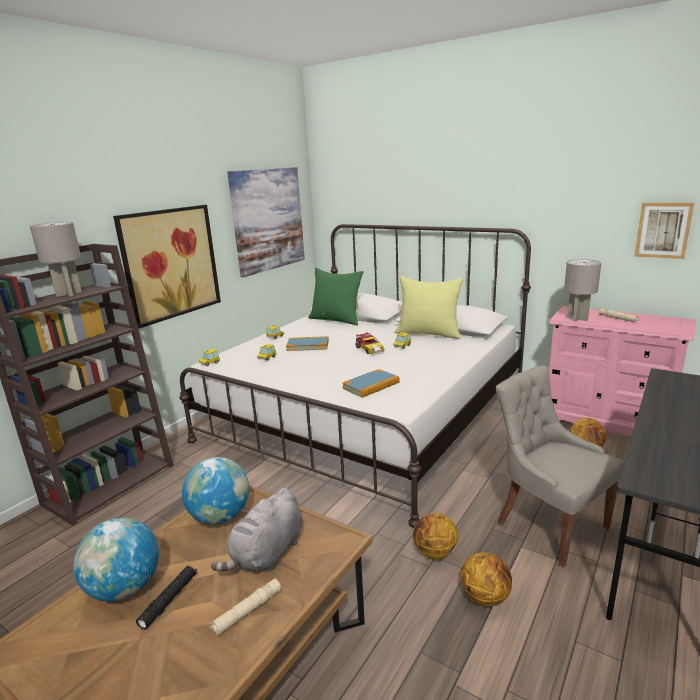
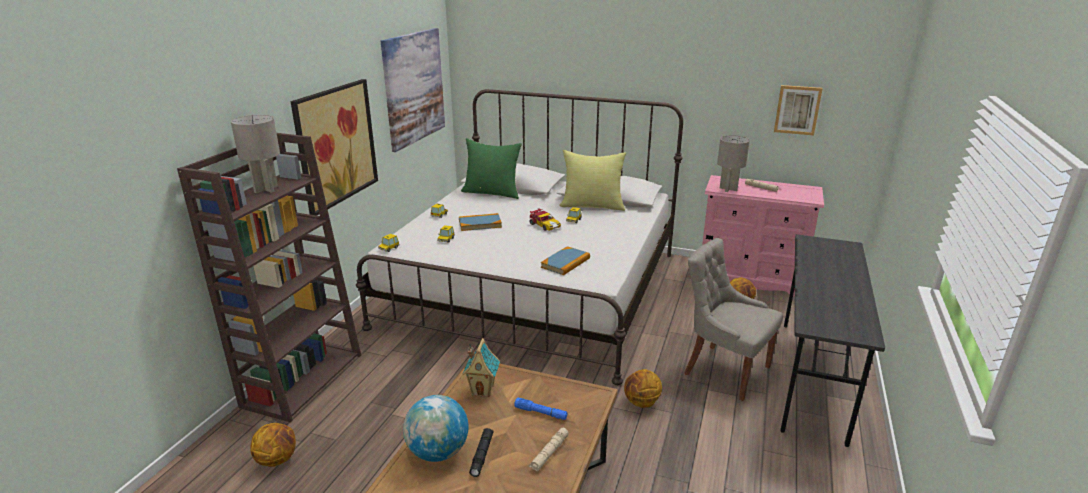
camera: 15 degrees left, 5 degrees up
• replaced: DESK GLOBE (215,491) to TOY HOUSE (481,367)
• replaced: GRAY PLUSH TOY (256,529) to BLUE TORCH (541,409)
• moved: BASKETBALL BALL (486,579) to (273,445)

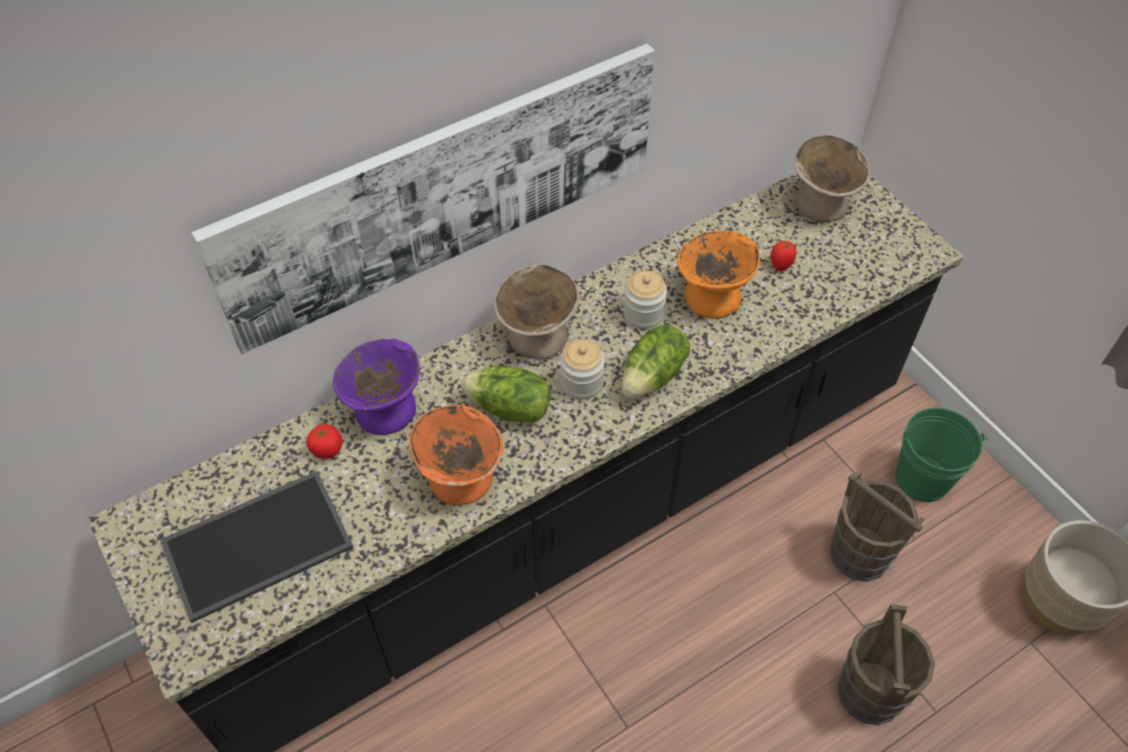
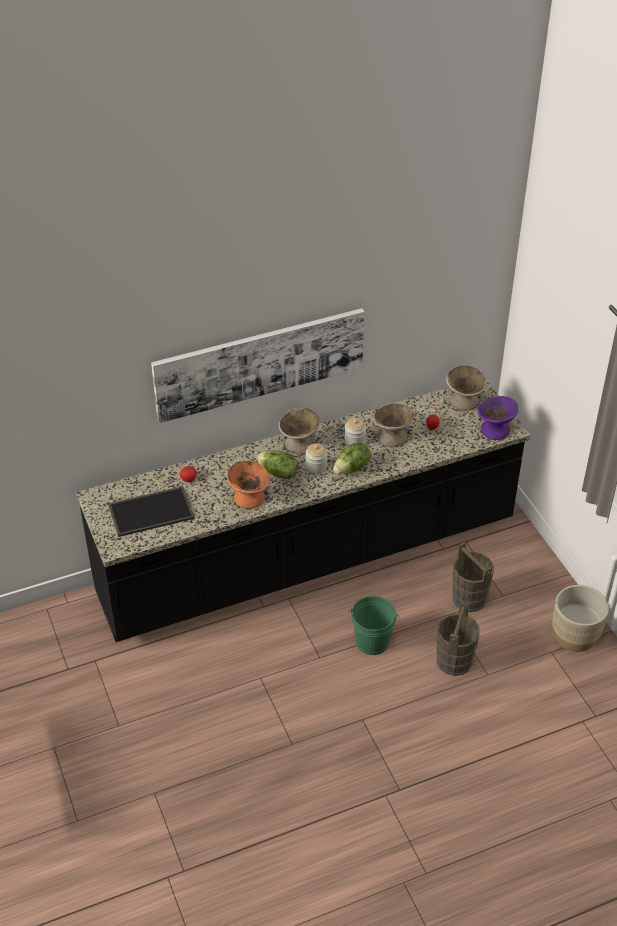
camera: 10 degrees right, 10 degrees down
• recoloured: ORANGE DEEP DISH (718,274) to SAND-COLOURED DEEP DISH (393,425)
• moved: PURPLE-COLOURED DEEP DISH (376,387) to (498,418)
• moved: GREEN PAIL (941,454) to (373,625)

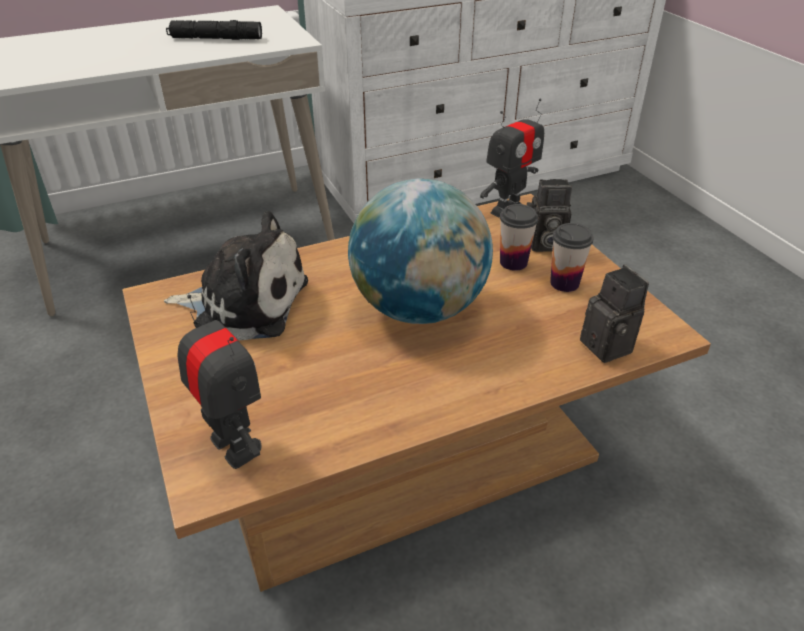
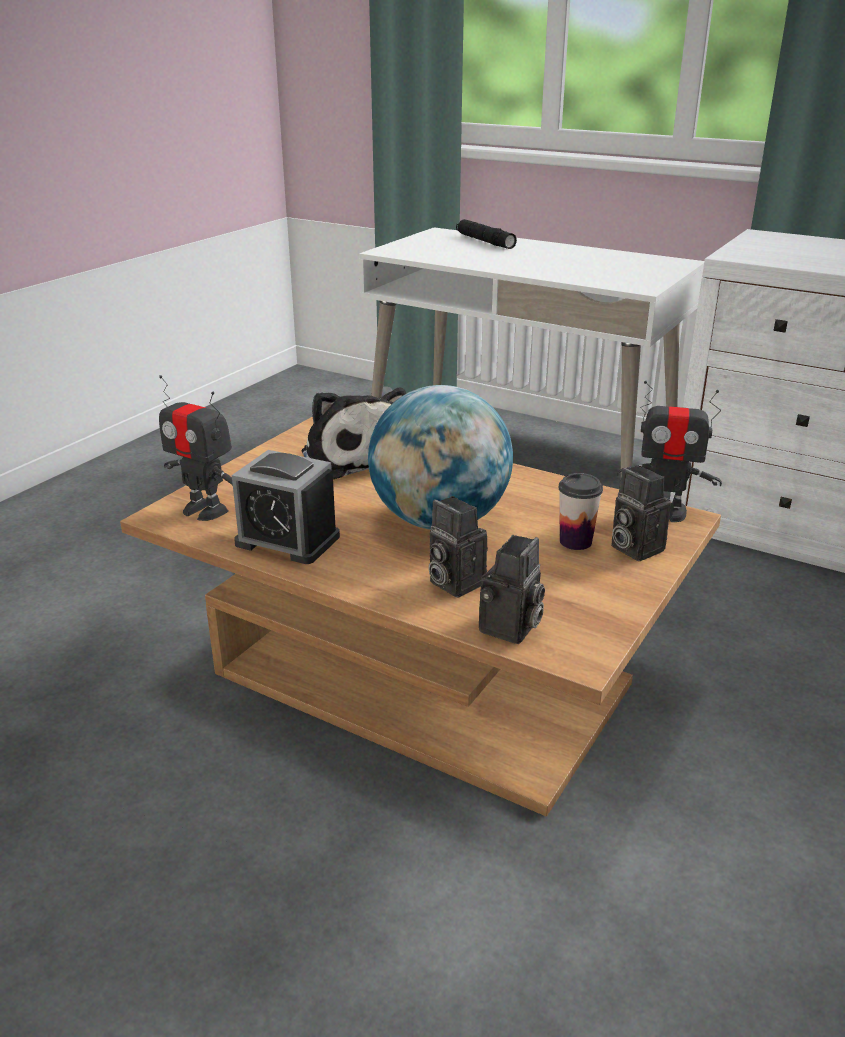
camera: 55 degrees right, 10 degrees down
• moved: BLACKISH TORCH (214,30) to (486,234)
• removed: DRINKING CUP (572,257)
• turned: MODEL ROBOT (219,381) = (196,448) 105 degrees clockwise
• added: ALARM CLOCK (286,507)
• added: STILL CAMERA (458,547)

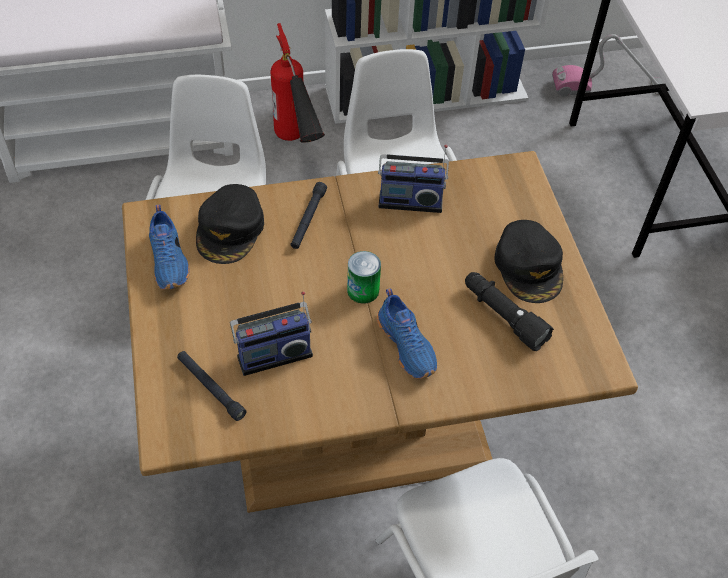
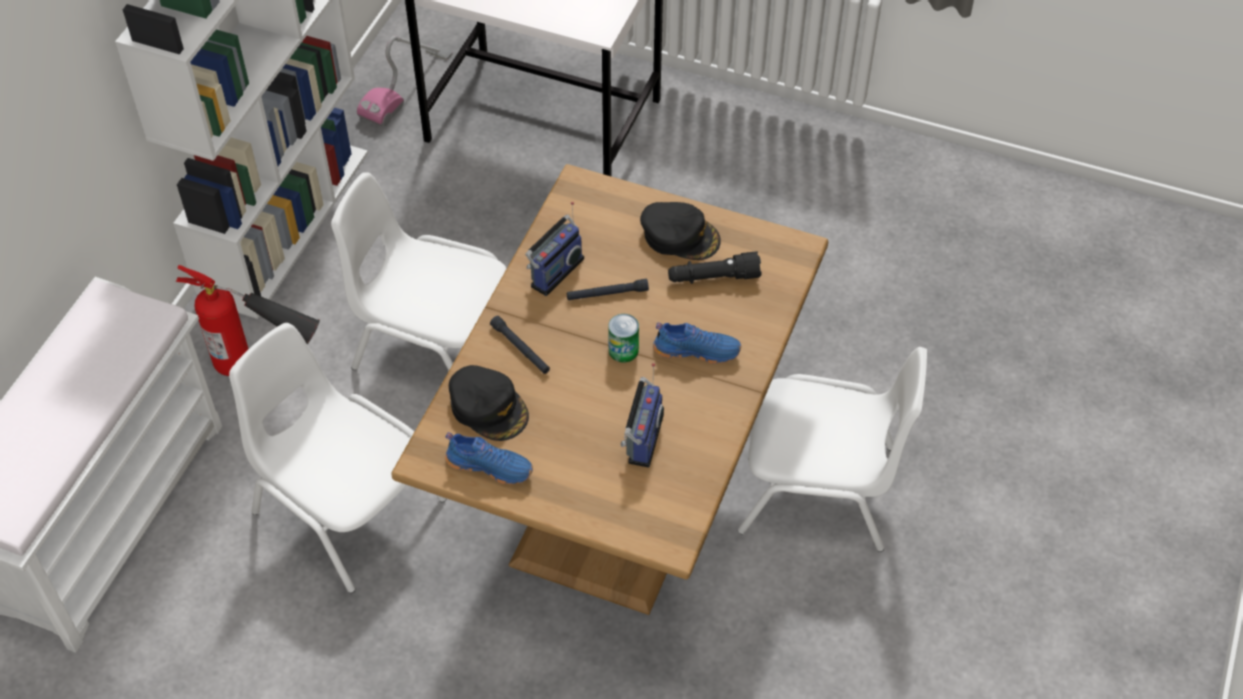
camera: 55 degrees left, 0 degrees up
• moved: BLACKISH TORCH (212,386) to (608,289)

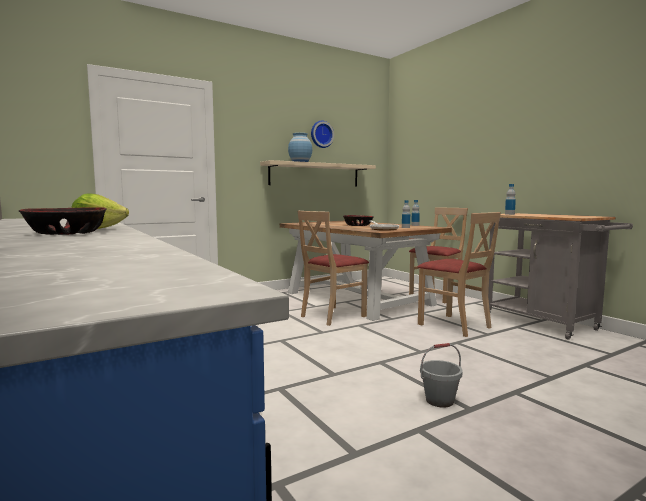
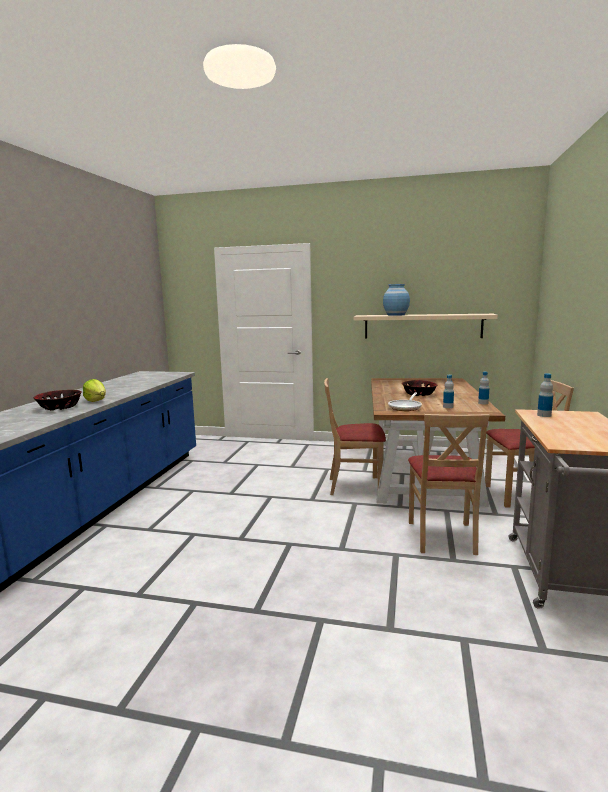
camera: 45 degrees right, 5 degrees up
• removed: CLOCK ON THE WALL (322,134)
• removed: GRAY PAIL (441,375)

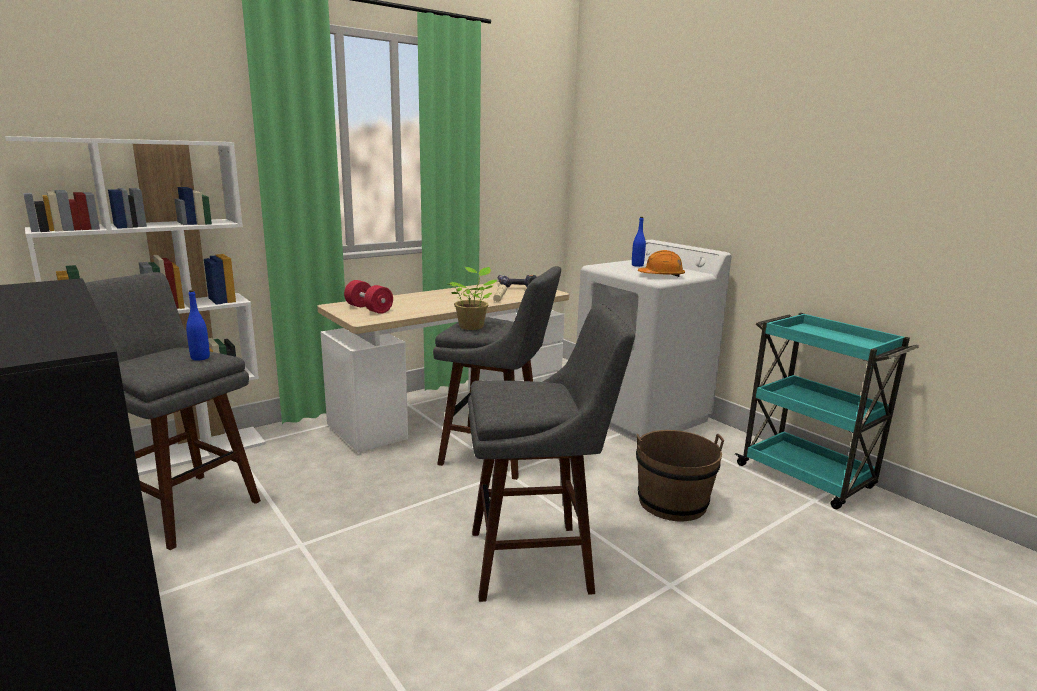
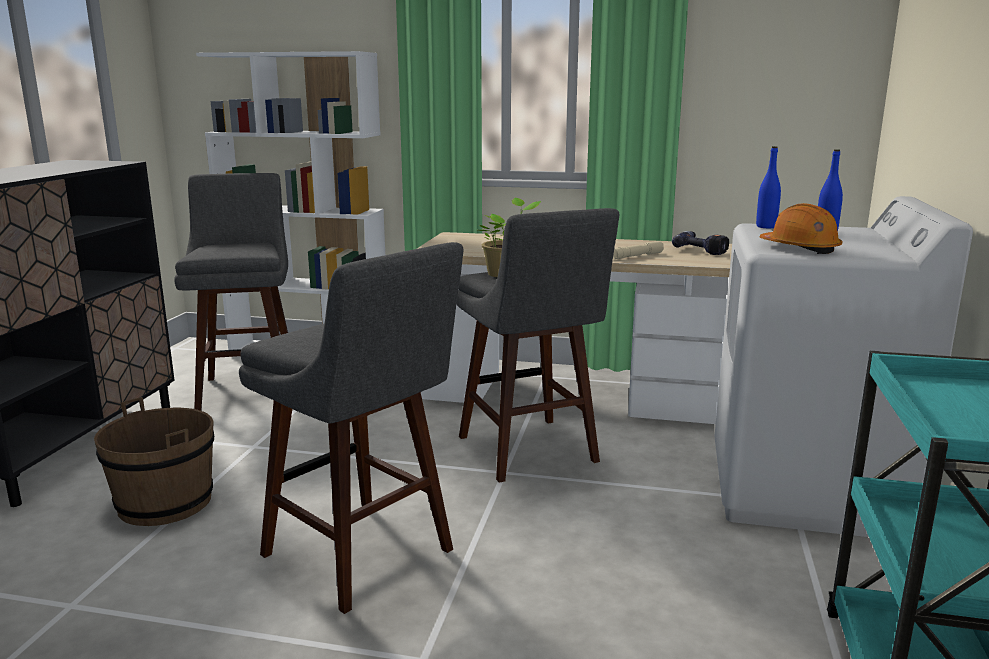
camera: 50 degrees right, 0 degrees up
• removed: RED-COLOURED DUMBBELL (368,297)
• moved: BLUE DRINK BOTTLE (198,325) to (768,187)
• moved: BROWNISH PAIL (680,475) to (154,461)

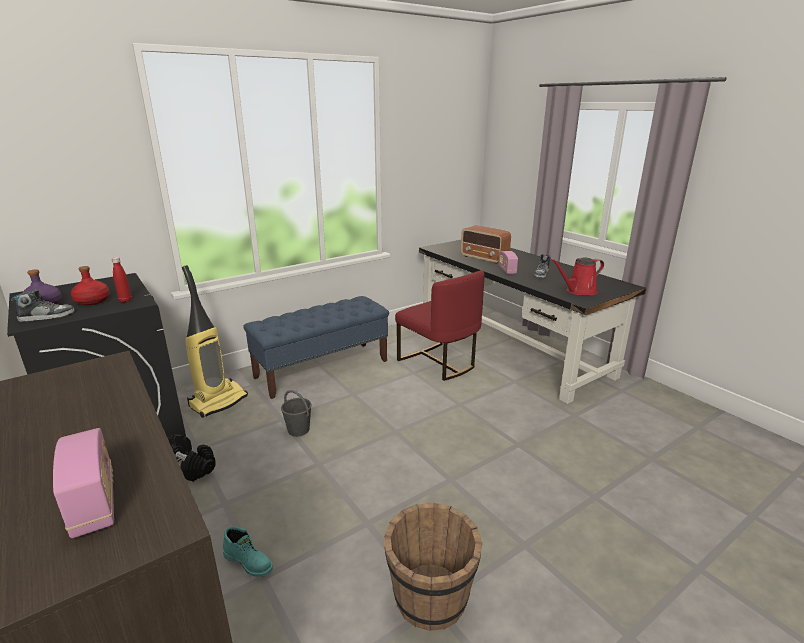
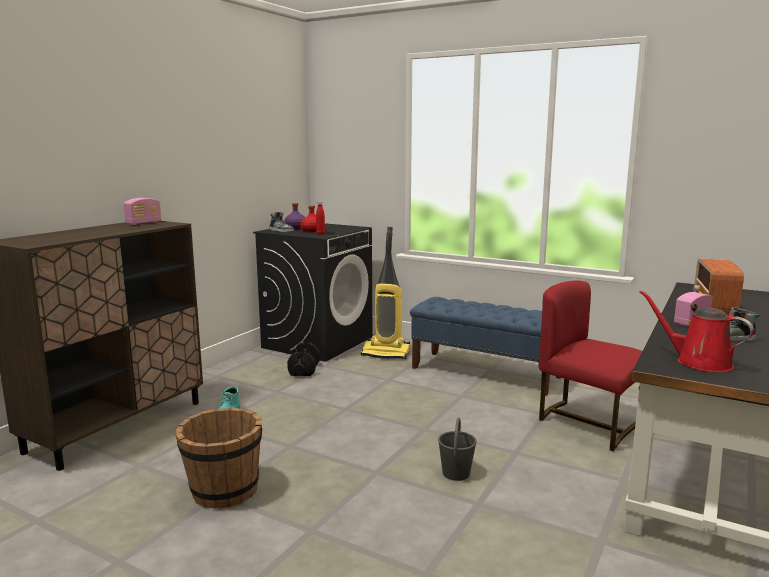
camera: 65 degrees right, 10 degrees down
• turned: RED-COLOURED PLAIN CHAIR (439,325) = (590,365) 105 degrees clockwise
• moved: GRAY PAIL (296,413) to (457,449)
• moved: RADIO SET (83,483) to (142,211)

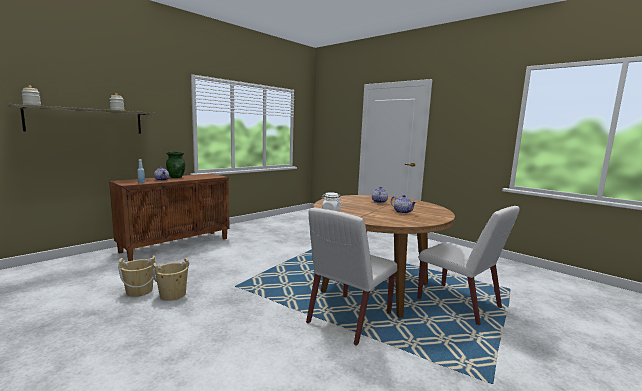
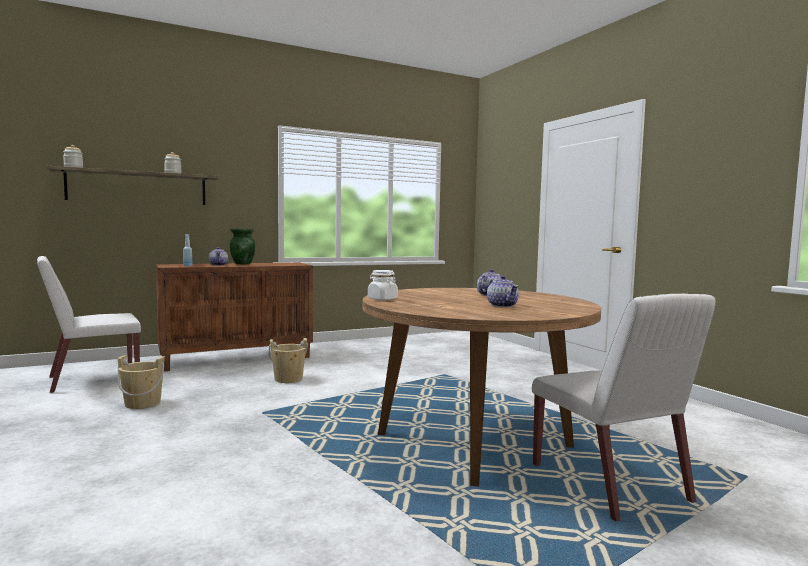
camera: 20 degrees right, 5 degrees down
• moved: WHITE-COLOURED PLAIN CHAIR (351,276) to (89,324)
• moved: SAND-COLOURED PAIL (171,279) to (288,360)

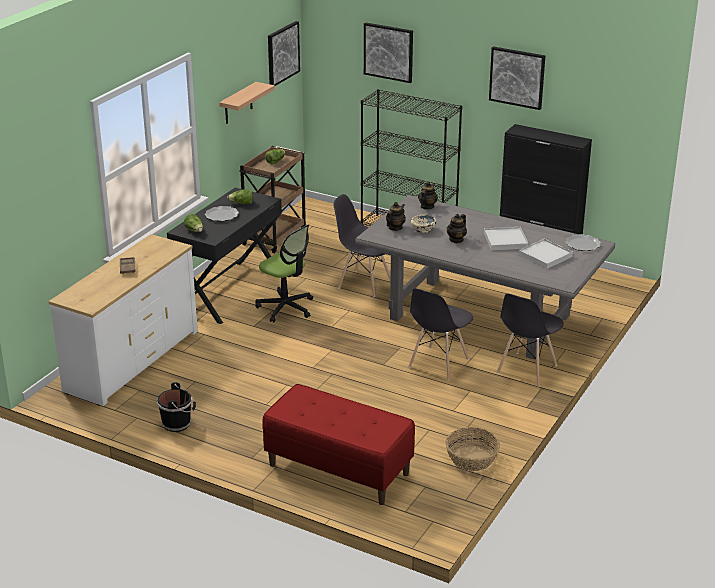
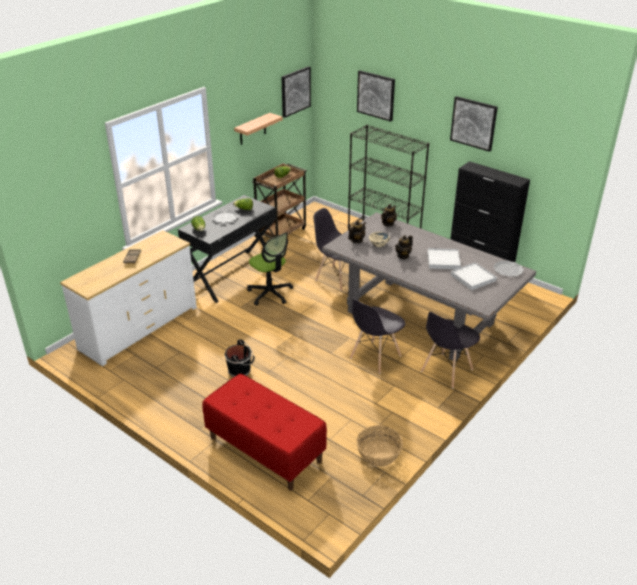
camera: 10 degrees right, 5 degrees up
• moved: BLACKISH PAIL (176,407) to (240,358)

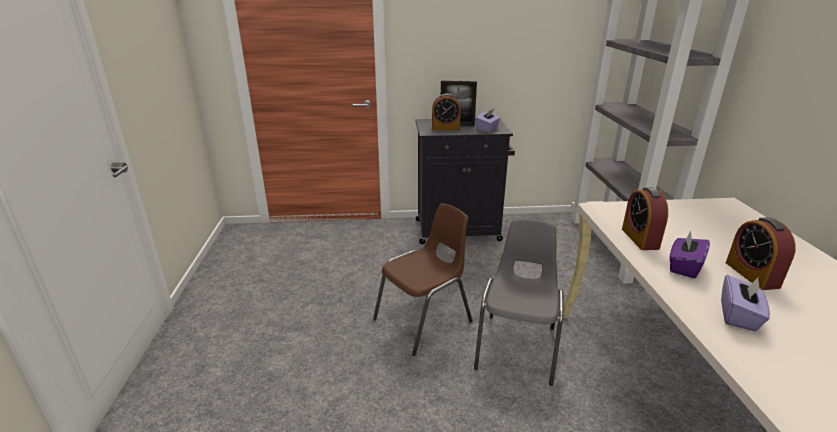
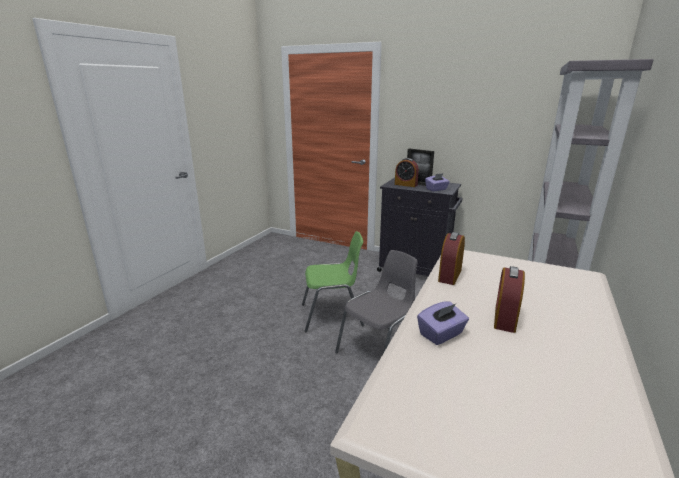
camera: 30 degrees right, 5 degrees down
• recoloured: BROWNISH PLAIN CHAIR (423,279) to GREEN PLAIN CHAIR (333,281)
• removed: PURPLE-COLOURED TISSUE BOX (690,254)

